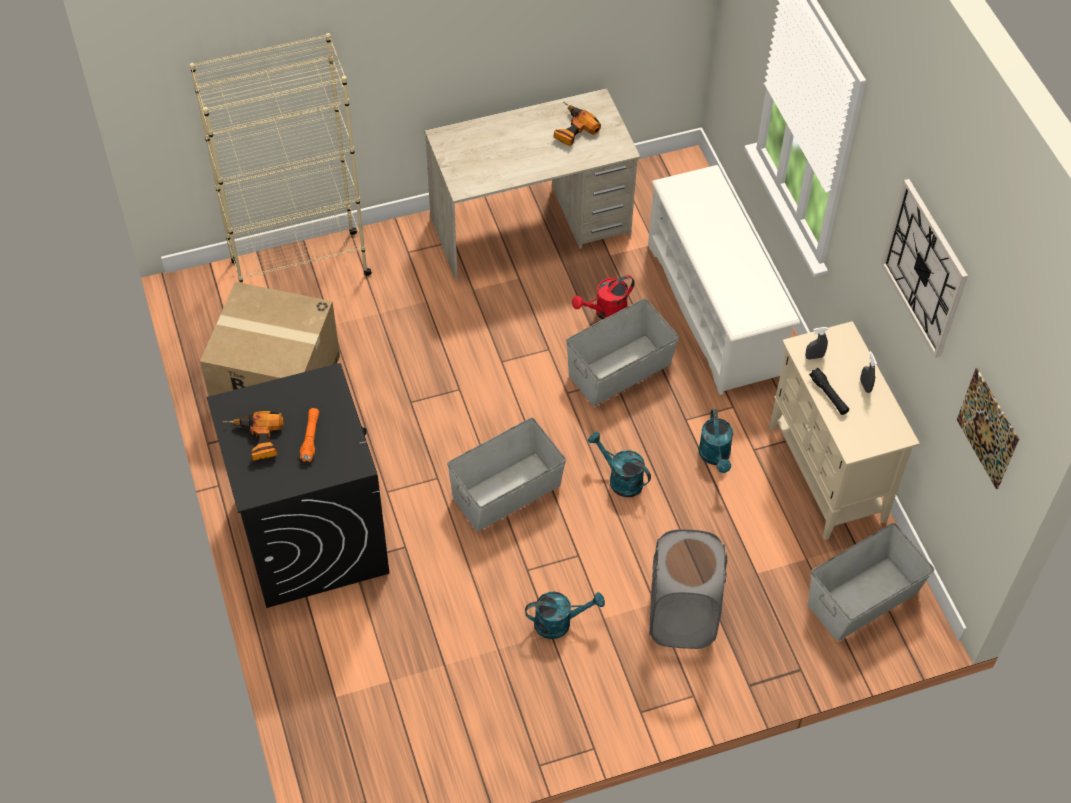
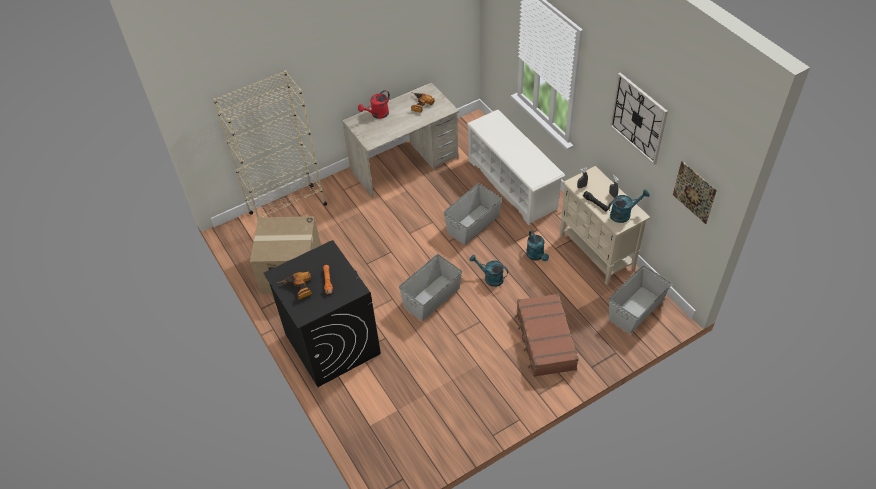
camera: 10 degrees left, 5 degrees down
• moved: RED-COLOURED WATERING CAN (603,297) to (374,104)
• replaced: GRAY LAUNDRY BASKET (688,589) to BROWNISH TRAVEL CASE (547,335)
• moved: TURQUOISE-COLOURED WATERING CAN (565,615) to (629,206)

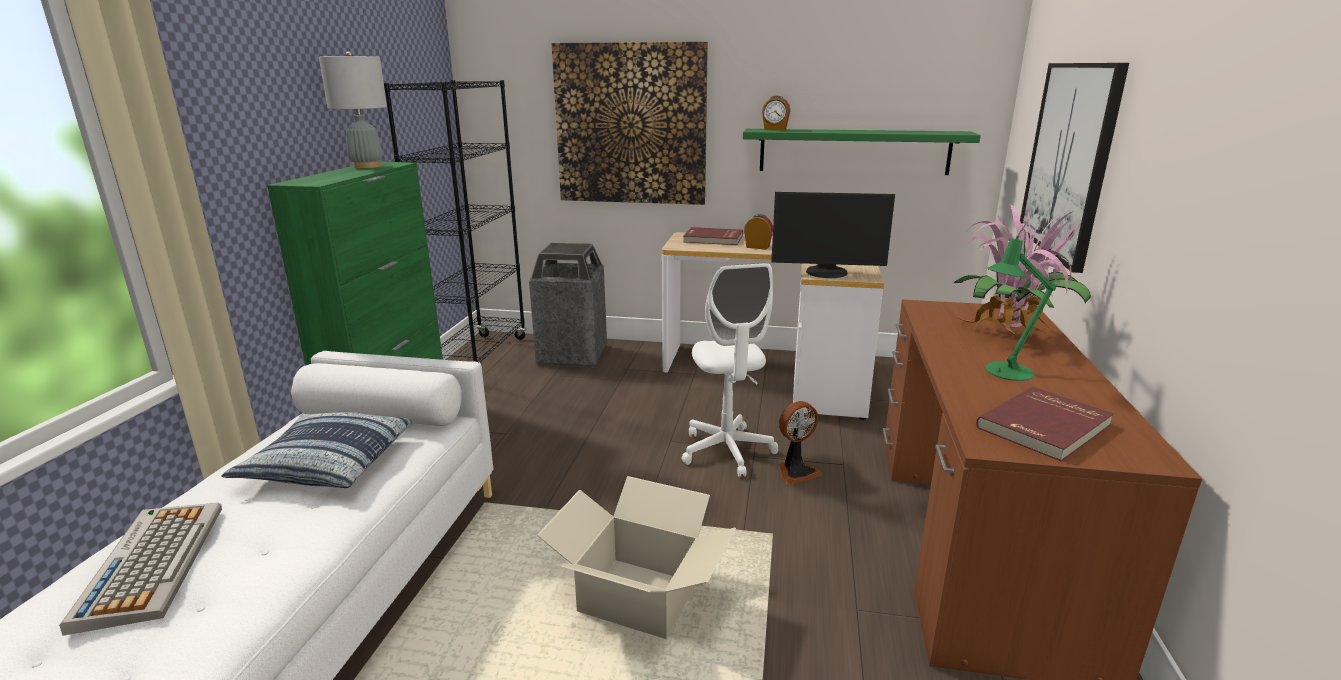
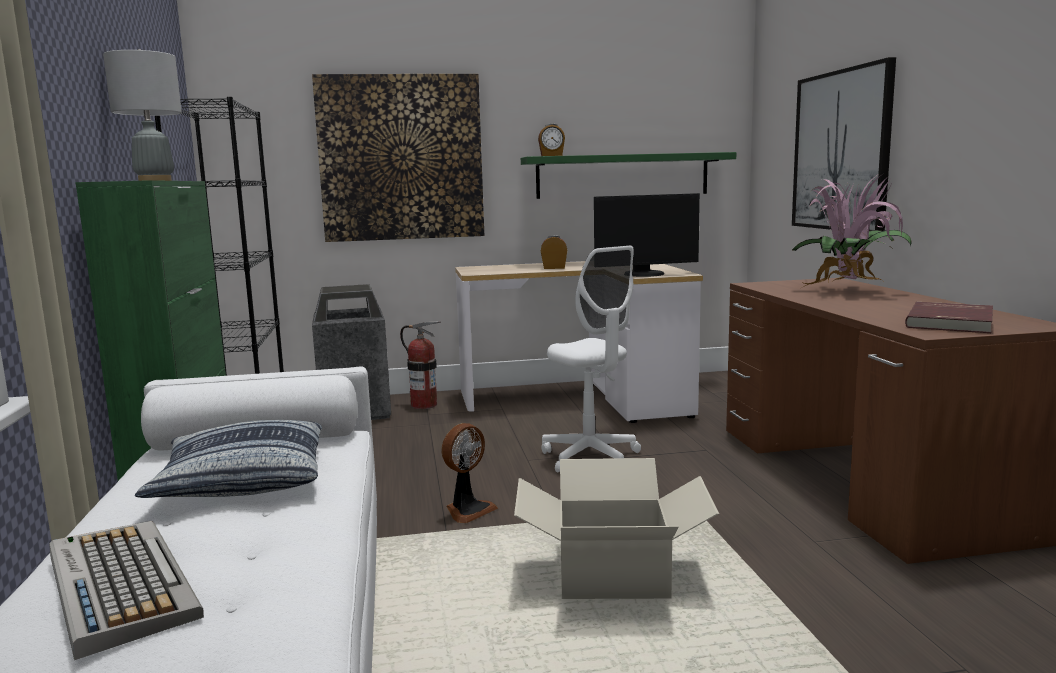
camera: 20 degrees left, 10 degrees down
• removed: RED-COLOURED BOUND BOOK (713,236)
• removed: GREEN TABLE LAMP (1020,305)
• moved: COOLING FAN (800,443) to (470,473)
• added: FIRE EXTINGUISHER (420,365)

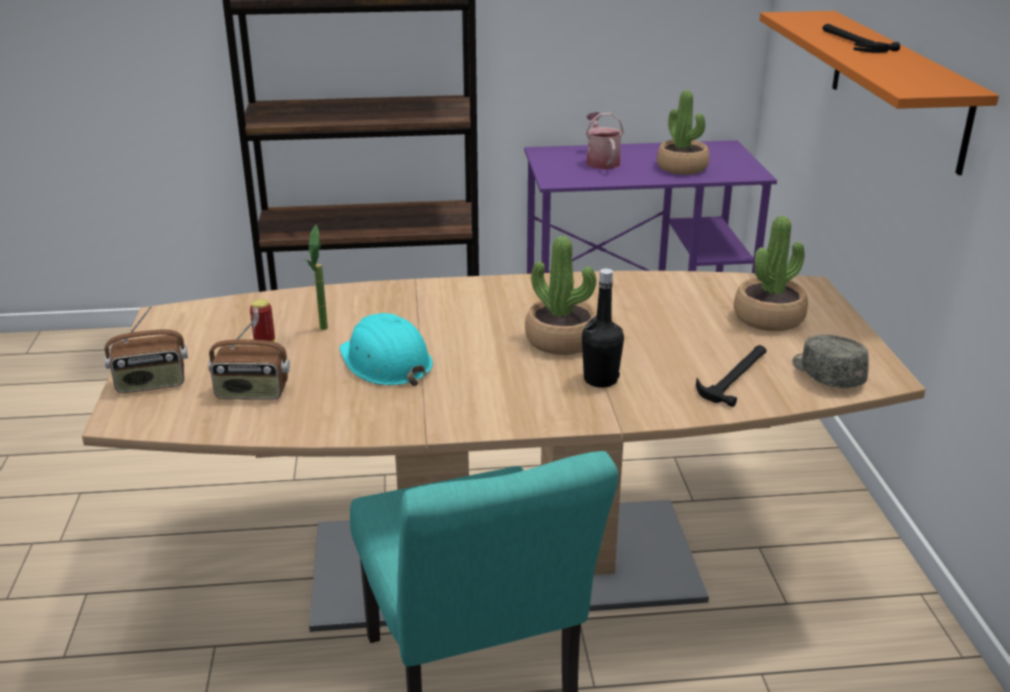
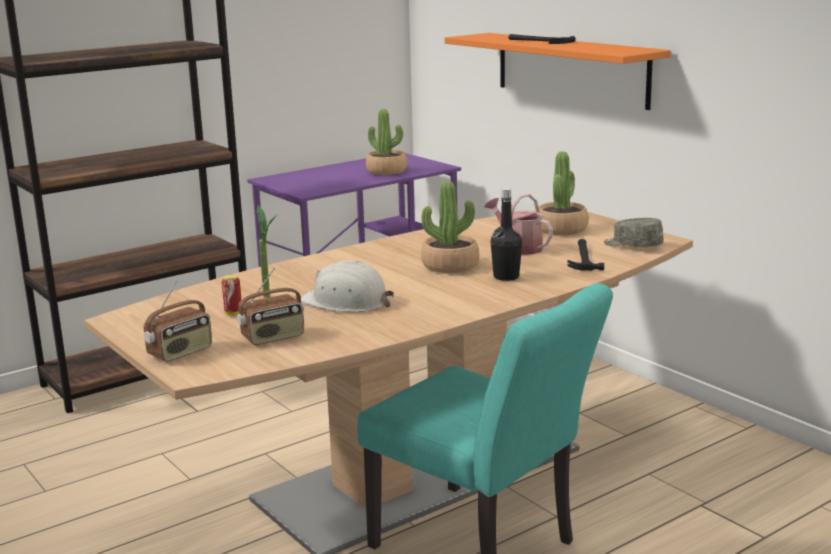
camera: 30 degrees left, 10 degrees down
• moved: WATERING CAN (605,140) to (518,224)
• recoloured: TURQUOISE-COLOURED WORK HELMET (386,349) to WHITE-COLOURED WORK HELMET (347,286)

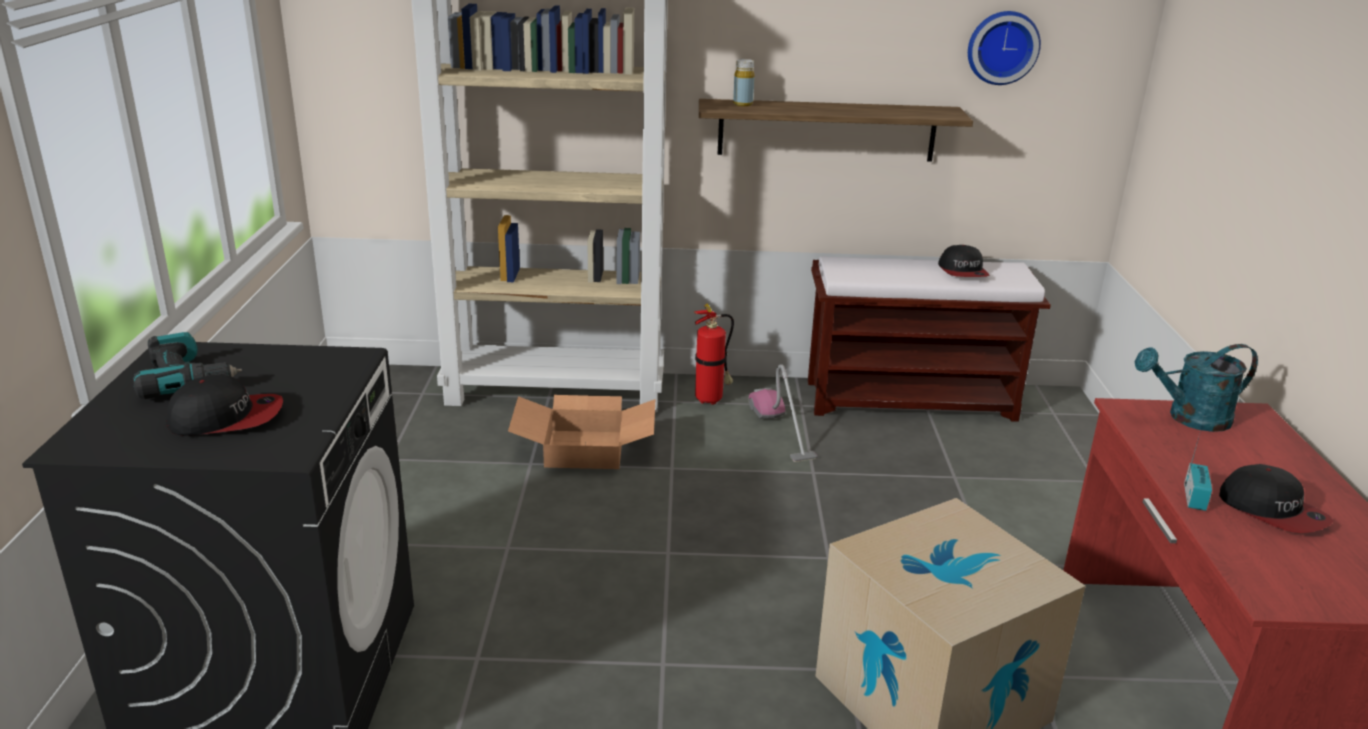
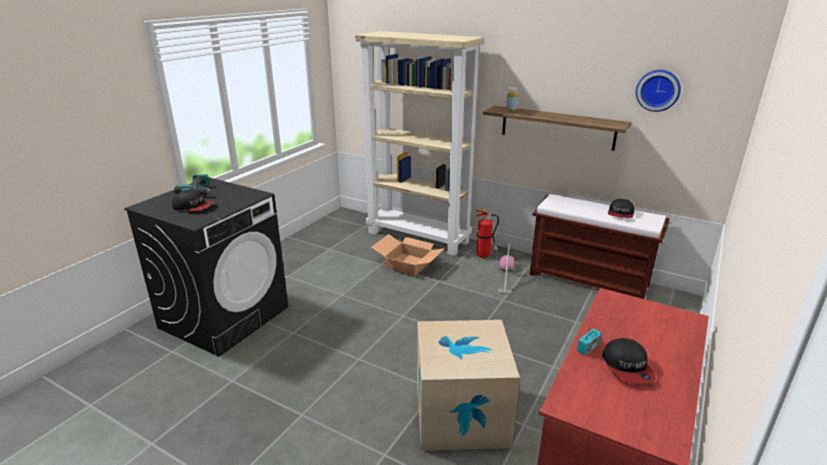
camera: 30 degrees right, 0 degrees up
• removed: TURQUOISE-COLOURED WATERING CAN (1196,388)

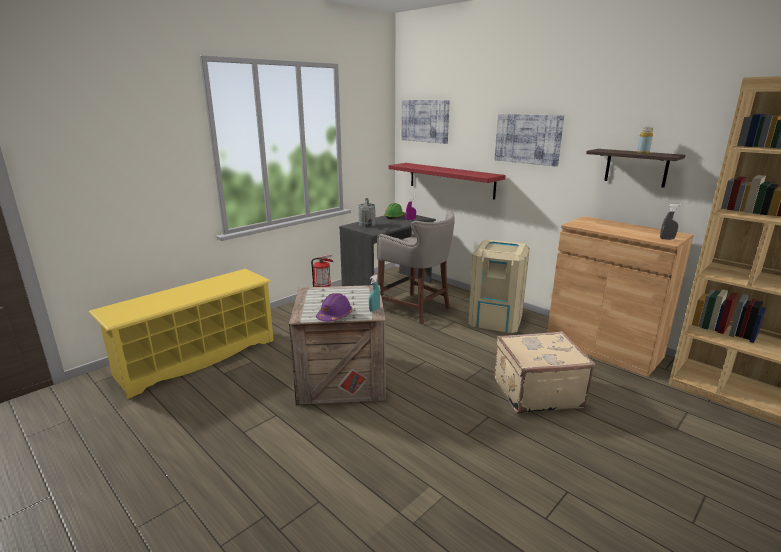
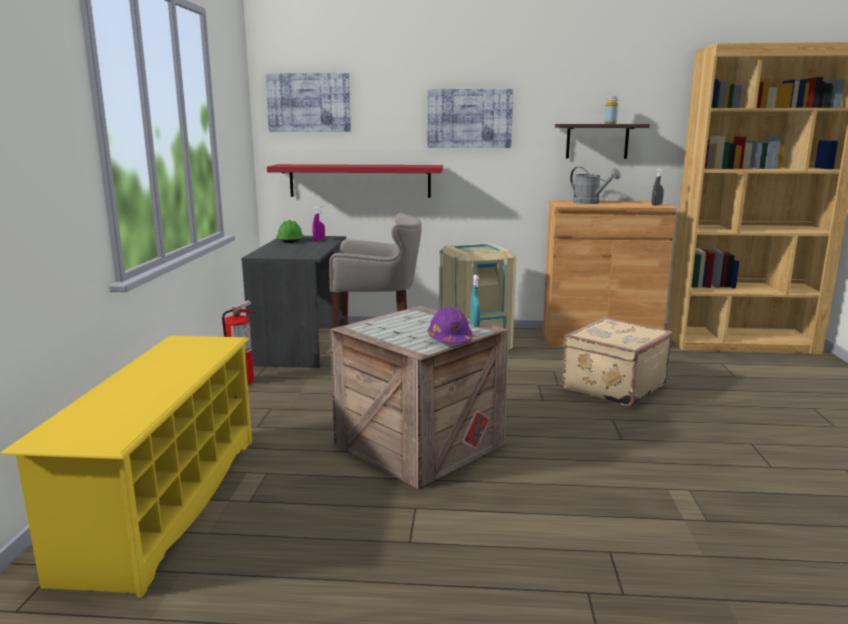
camera: 40 degrees left, 5 degrees down
• moved: GRAY WATERING CAN (367,212) to (595,185)

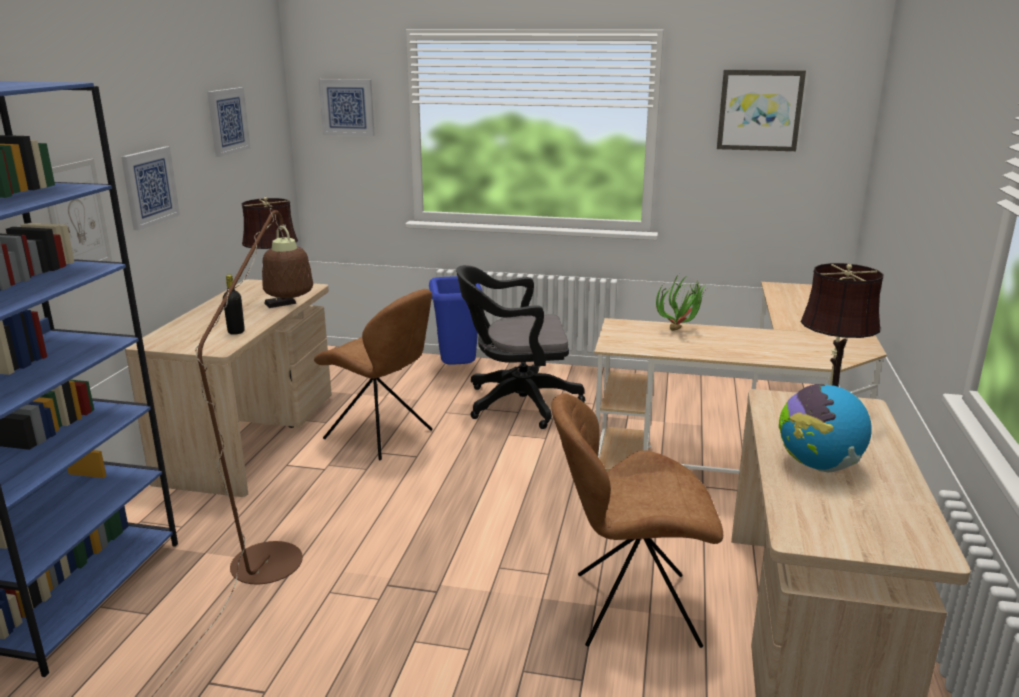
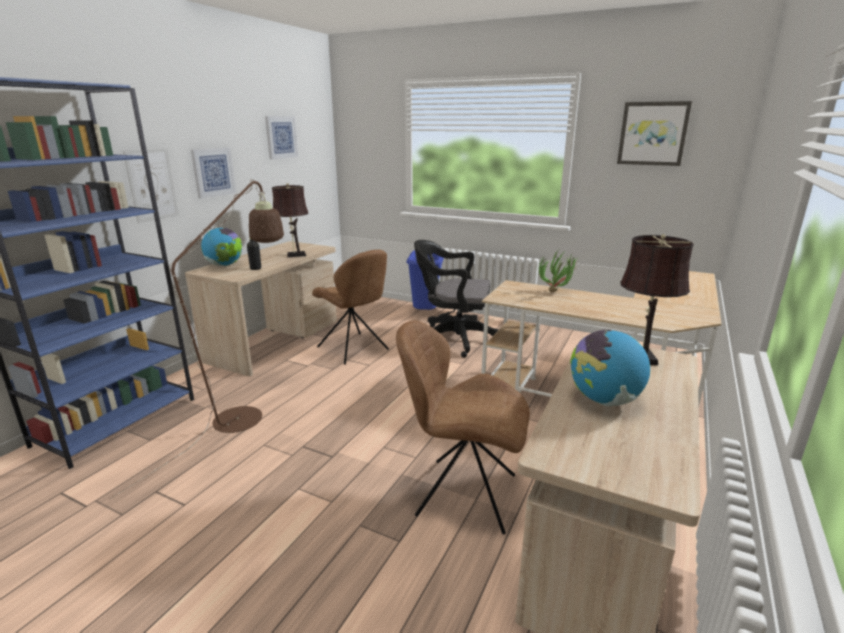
camera: 15 degrees right, 0 degrees up
• removed: WALL ART (346,107)
• added: DESK GLOBE (221,247)

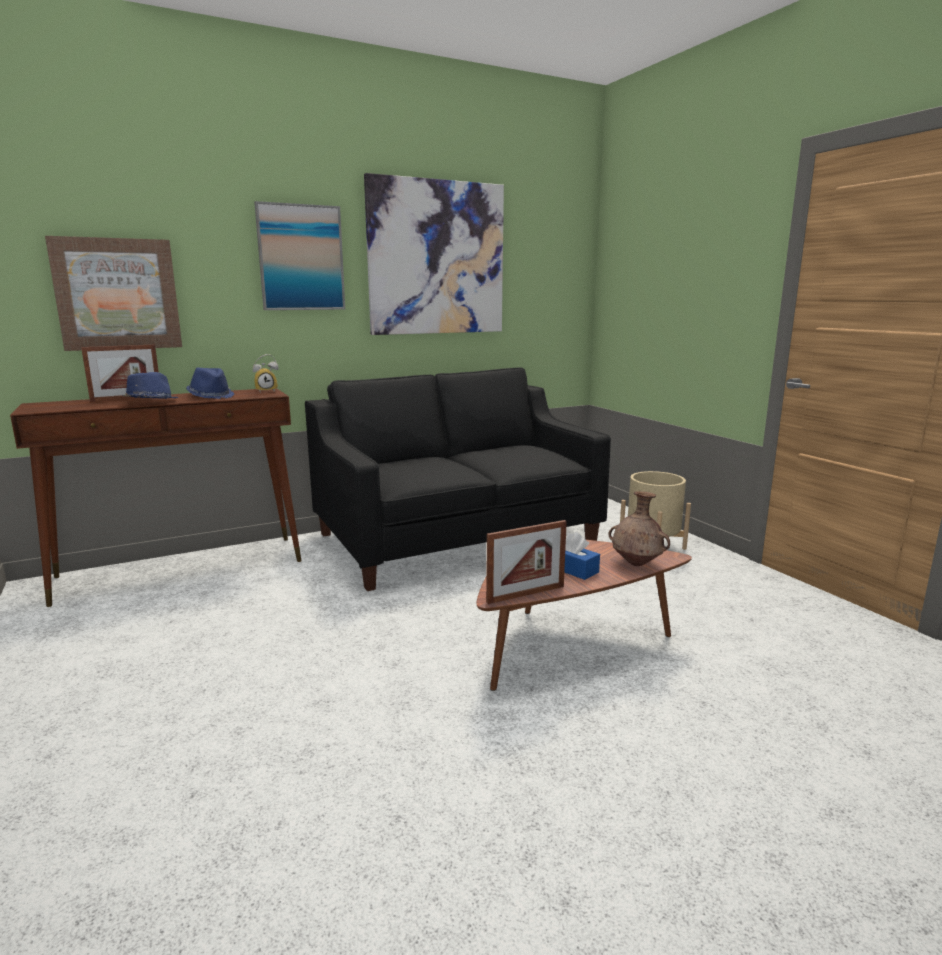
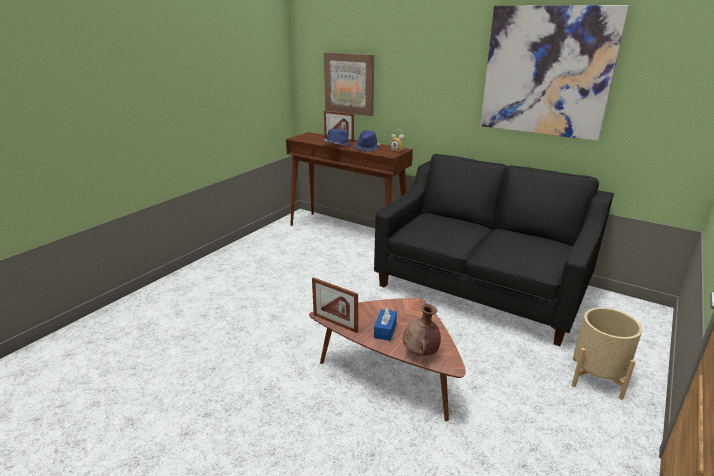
camera: 60 degrees right, 10 degrees up
• removed: WALL ART (299,255)

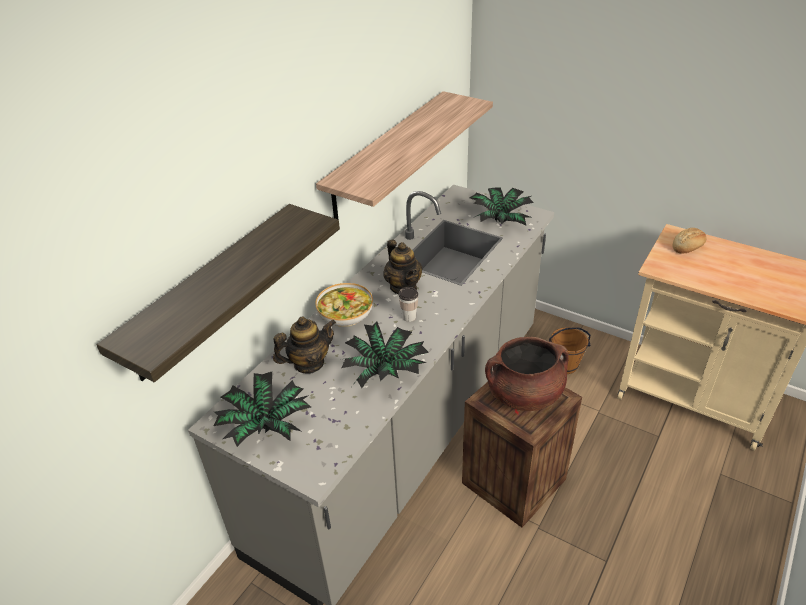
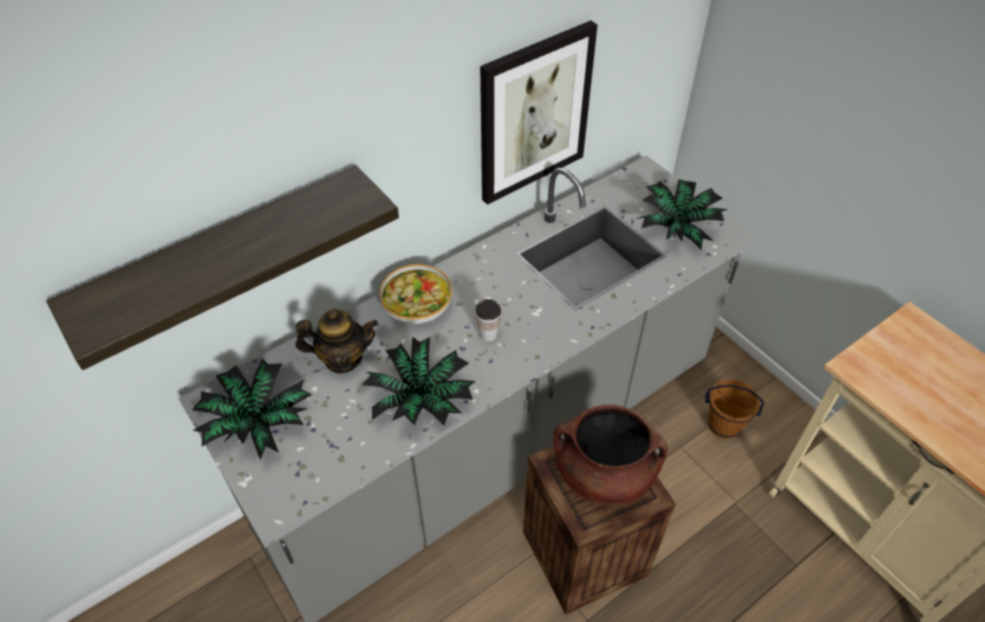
camera: 20 degrees right, 10 degrees up
• replaced: SHELF (404,155) to WALL ART (539,112)
• removed: BAKERY BREAD (689,241)
• removed: POT FOR TEA (402,266)

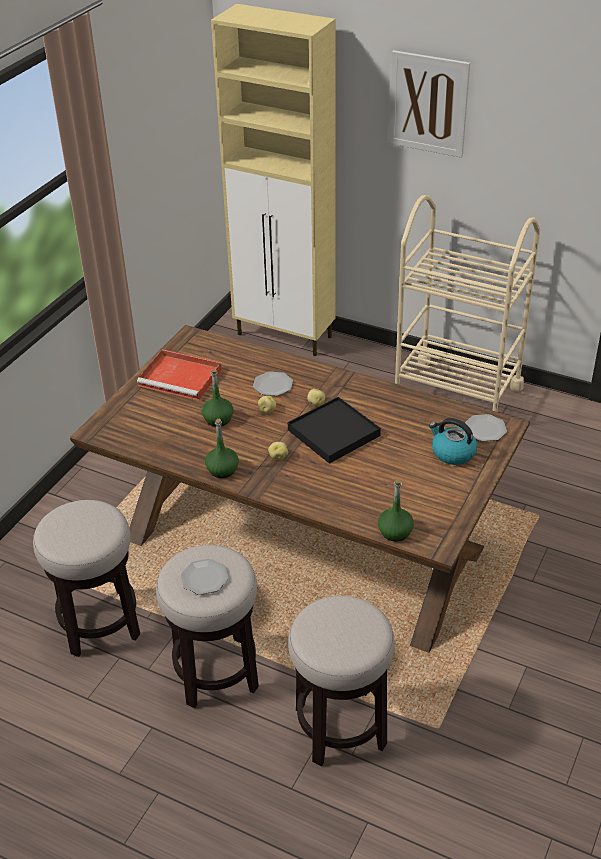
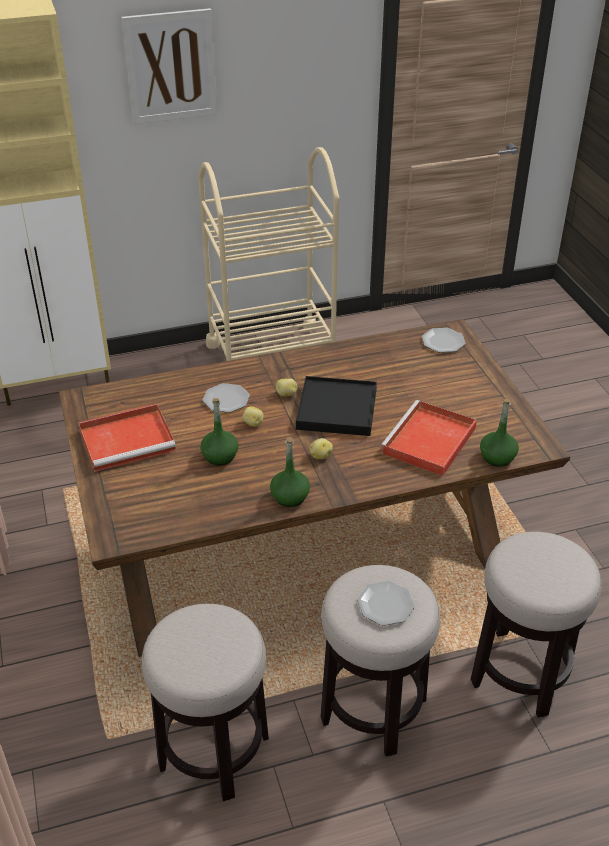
camera: 45 degrees left, 0 degrees up
• removed: WATER KETTLE (453,441)
• added: RED-COLOURED SERVING TRAY (428,438)

